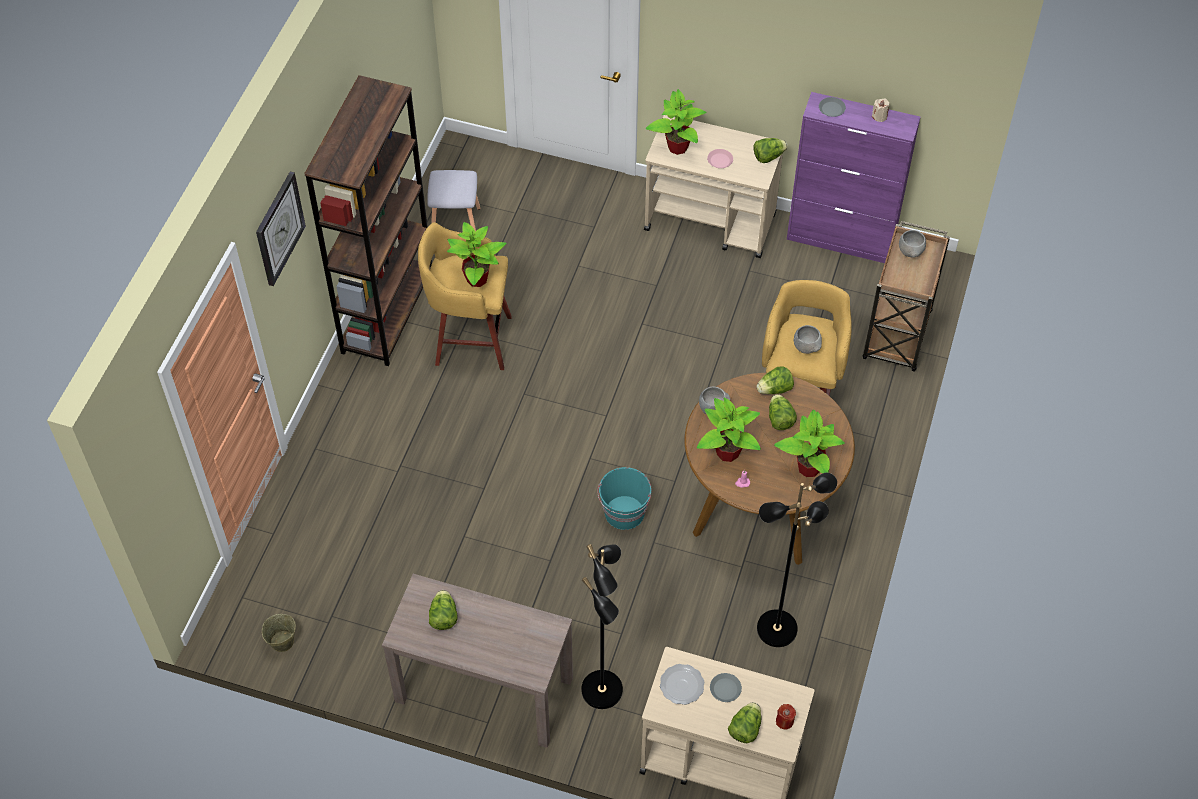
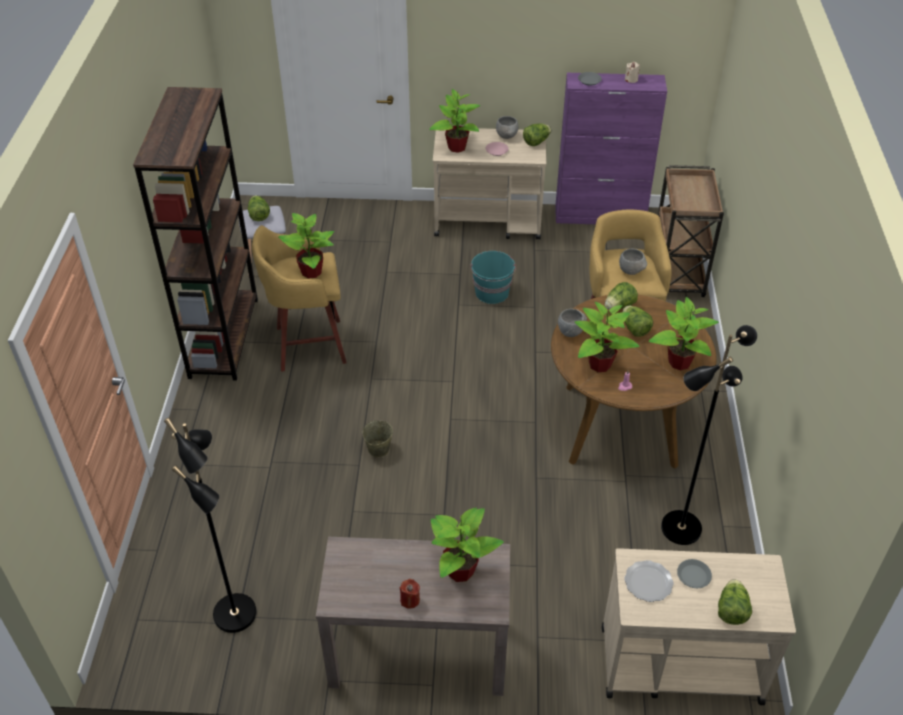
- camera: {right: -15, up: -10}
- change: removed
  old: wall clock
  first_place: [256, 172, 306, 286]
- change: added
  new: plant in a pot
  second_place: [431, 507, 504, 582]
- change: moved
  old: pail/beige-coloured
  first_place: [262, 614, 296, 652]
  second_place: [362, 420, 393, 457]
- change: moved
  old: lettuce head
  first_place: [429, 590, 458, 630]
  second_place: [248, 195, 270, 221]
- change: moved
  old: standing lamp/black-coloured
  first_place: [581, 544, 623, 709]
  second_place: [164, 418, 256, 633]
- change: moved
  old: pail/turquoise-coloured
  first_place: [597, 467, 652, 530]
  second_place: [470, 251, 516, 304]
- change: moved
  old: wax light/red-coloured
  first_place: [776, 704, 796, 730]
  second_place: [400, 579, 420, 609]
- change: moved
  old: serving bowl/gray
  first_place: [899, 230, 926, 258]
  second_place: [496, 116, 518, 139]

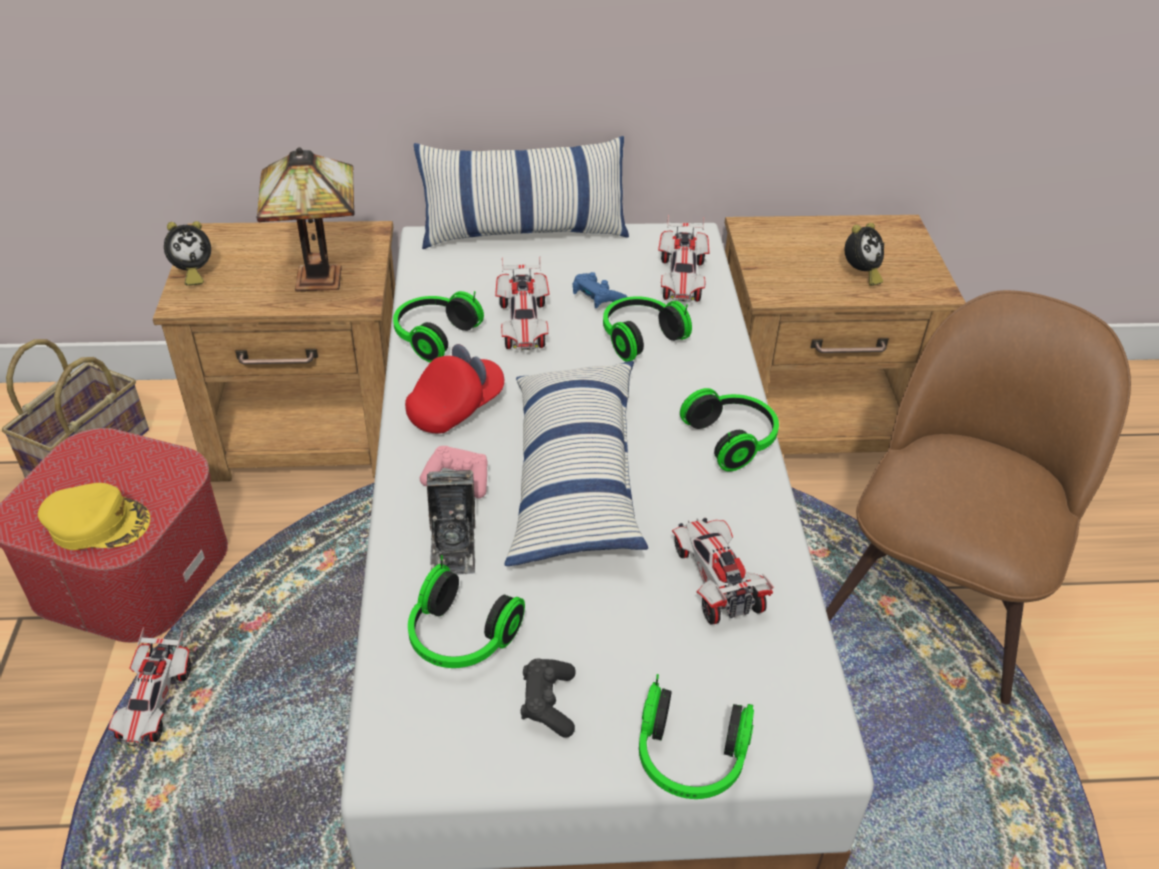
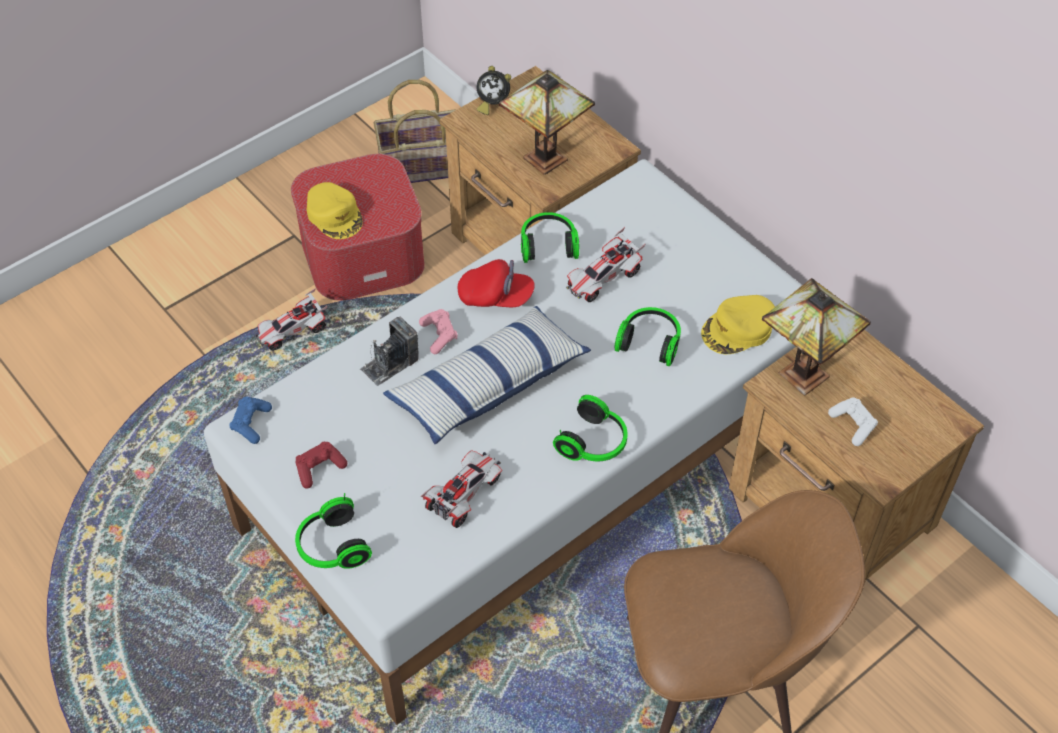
- camera: {right: 55, up: 10}
- change: removed
  old: headset
  first_place: [408, 555, 525, 668]
- change: removed
  old: pillow
  first_place: [414, 136, 629, 249]
- change: added
  new: tabletop lamp
  second_place: [762, 278, 871, 395]
- change: moved
  old: game controller/blue
  first_place: [572, 272, 627, 308]
  second_place: [229, 397, 272, 444]
- change: replaced
  old: model car
  new: peaked cap/yellow-coloured
  first_place: [658, 215, 709, 302]
  second_place: [701, 295, 775, 354]
- change: replaced
  old: table clock
  new: game controller/whitish
  first_place: [844, 223, 884, 286]
  second_place: [828, 397, 878, 446]
- change: recoloured
  old: game controller/black-coloured
  new: game controller/red-coloured
  first_place: [521, 658, 576, 738]
  second_place: [296, 442, 347, 489]

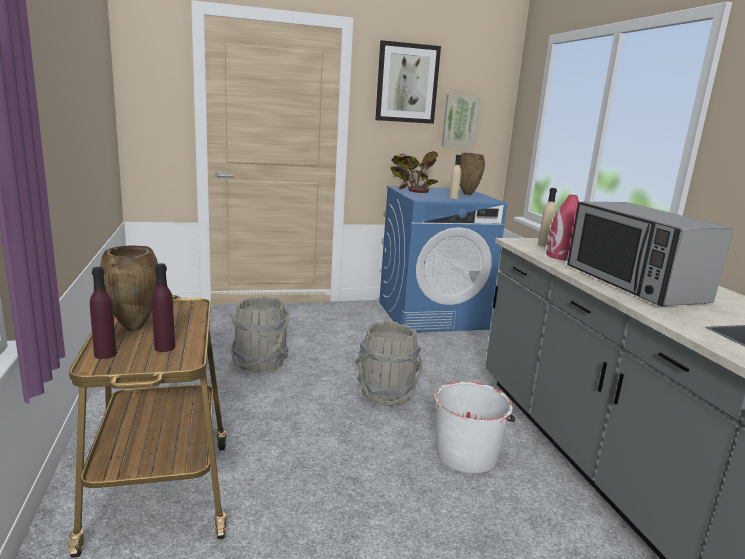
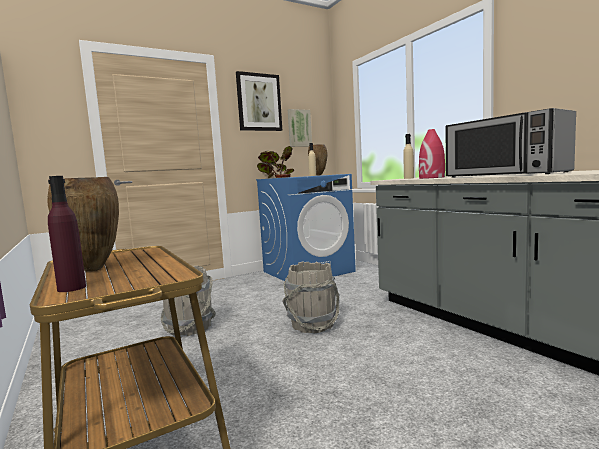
- camera: {right: -15, up: -10}
- change: removed
  old: drink bottle/purple-coloured
  first_place: [152, 263, 175, 352]
- change: removed
  old: pail/whitish
  first_place: [435, 381, 515, 474]

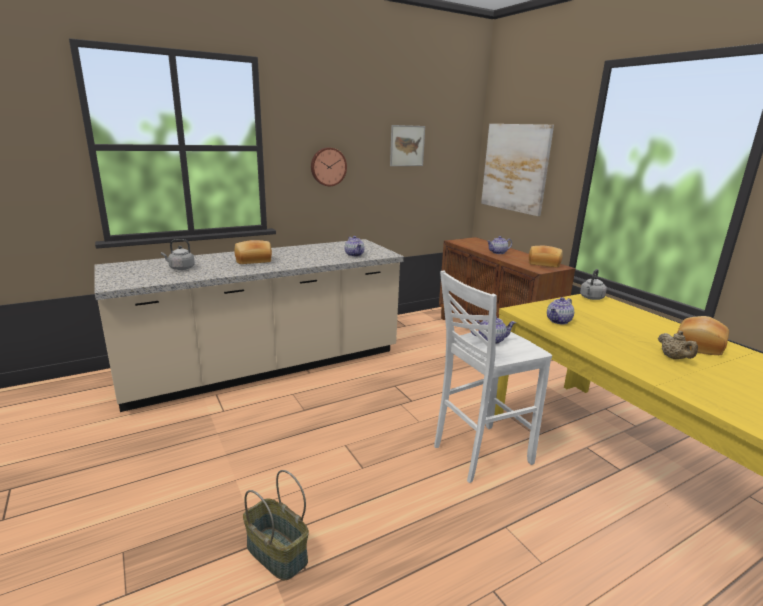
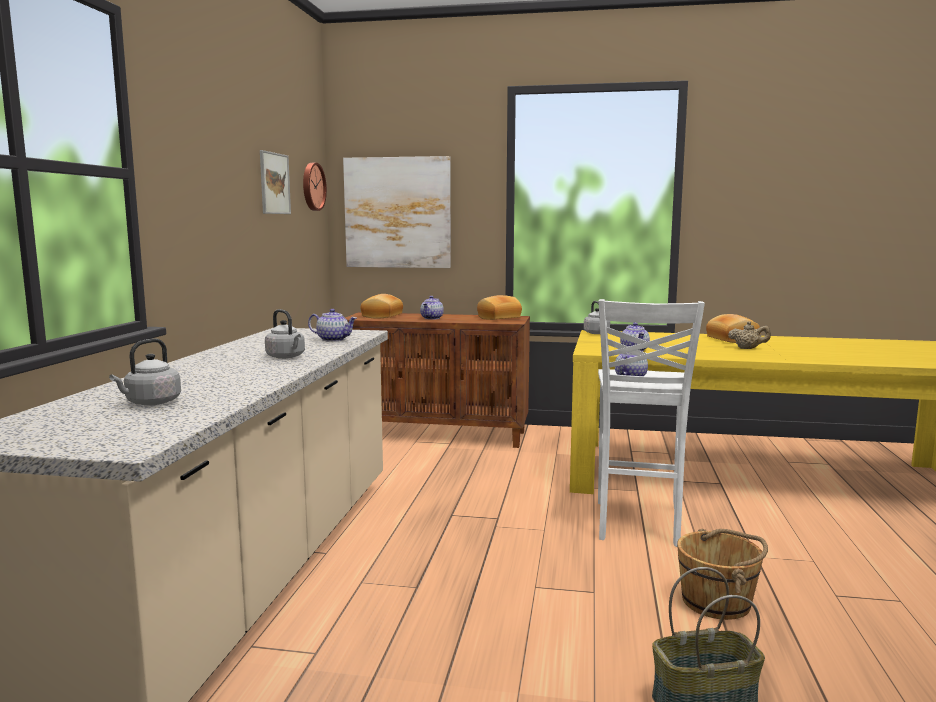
- camera: {right: -50, up: -10}
- change: added
  new: water kettle/gray
  second_place: [265, 309, 305, 359]
- change: added
  new: pail/brown-coloured
  second_place: [677, 528, 768, 620]
- change: moved
  old: baked bread
  first_place: [235, 240, 272, 264]
  second_place: [360, 294, 403, 319]
- change: moved
  old: wall clock
  first_place: [311, 147, 347, 186]
  second_place: [303, 163, 327, 211]

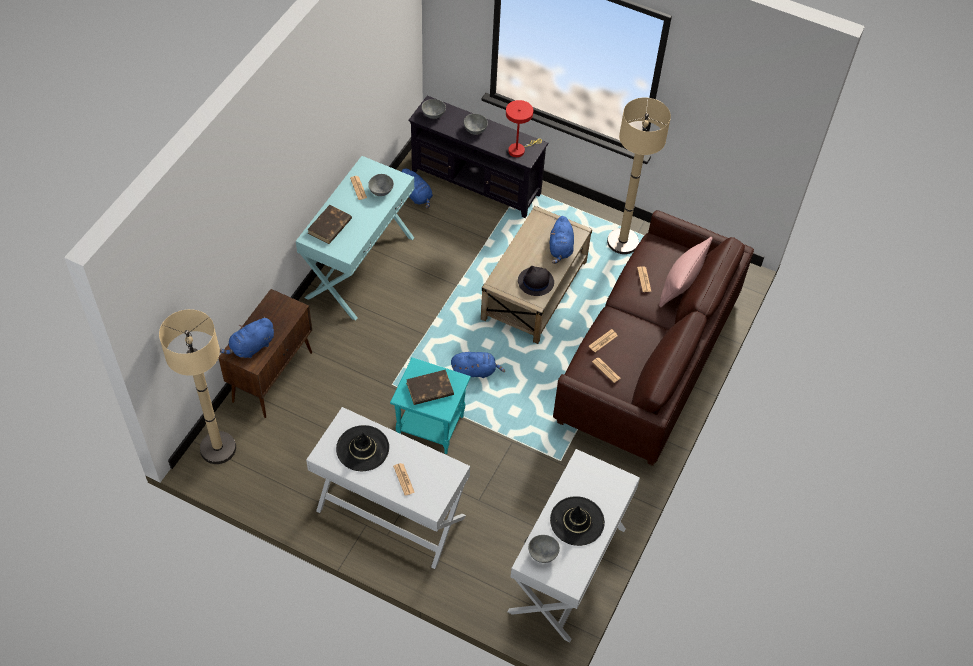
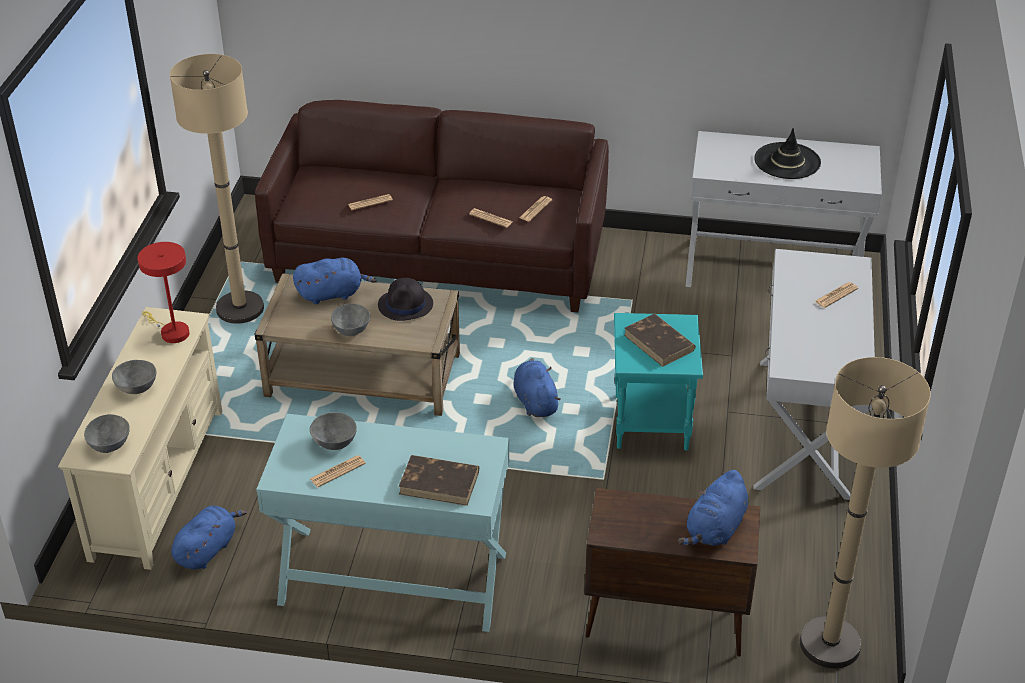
- camera: {right: -105, up: -15}
- change: removed
  old: hat/black-coloured
  first_place: [336, 425, 389, 471]
- change: removed
  old: pillow/pink
  first_place: [659, 237, 713, 307]
- change: moved
  old: serving bowl/gray
  first_place: [528, 535, 560, 563]
  second_place: [331, 304, 370, 336]
- change: recoloured
  old: tv unit/black-coloured
  new: tv unit/beige-coloured
  first_place: [408, 96, 549, 218]
  second_place: [58, 307, 222, 570]
- change: turned
  old: plush toy/blue
  first_place: [220, 317, 274, 358]
  second_place: [678, 470, 748, 546]
  degrees: 90

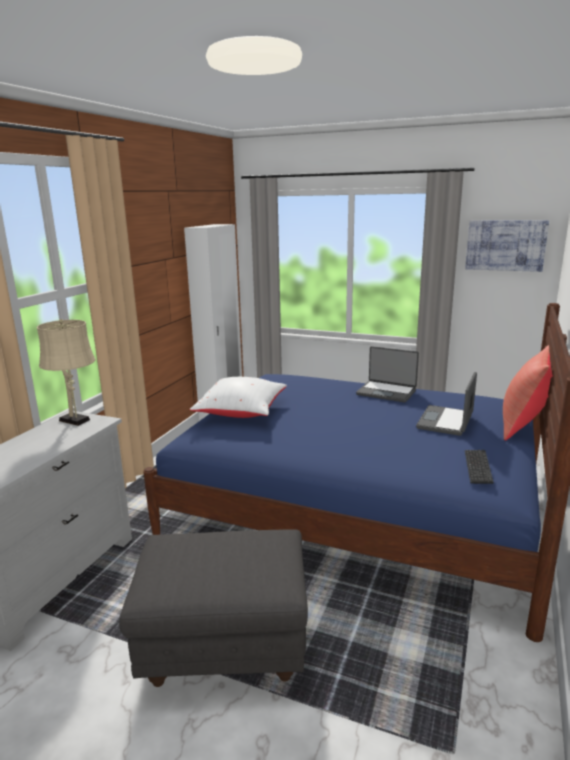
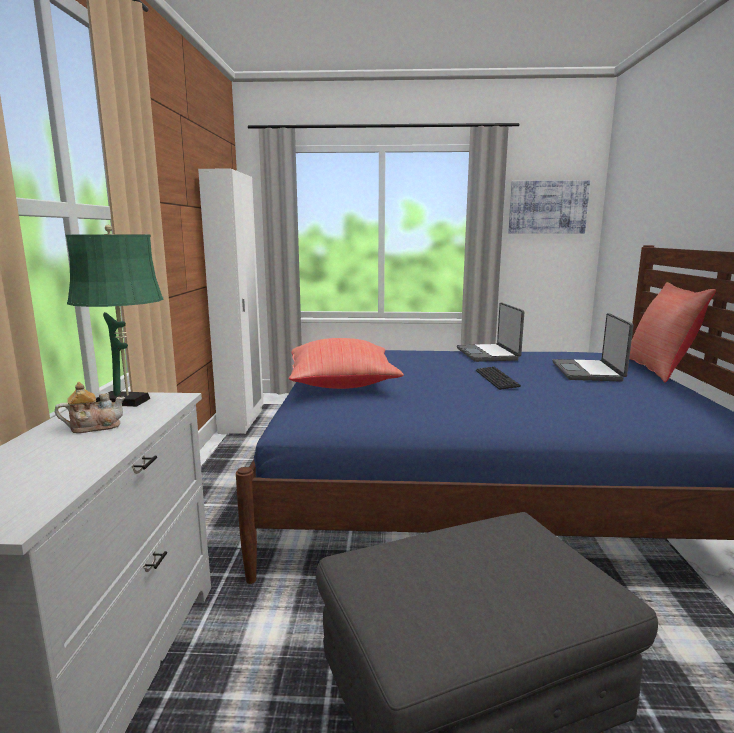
- camera: {right: -20, up: -5}
- change: added
  new: teapot
  second_place: [55, 382, 125, 433]
- change: moved
  old: computer keyboard
  first_place: [465, 450, 494, 484]
  second_place: [476, 366, 521, 390]
- change: recoloured
  old: tabletop lamp/beige-coloured
  new: tabletop lamp/green
  first_place: [37, 319, 96, 426]
  second_place: [65, 225, 164, 407]
- change: recoloured
  old: pillow/whitish
  new: pillow/red-coloured
  first_place: [190, 377, 287, 418]
  second_place: [289, 338, 404, 389]
- change: turned
  old: portable computer
  first_place: [356, 346, 419, 403]
  second_place: [457, 302, 524, 362]
  degrees: 75

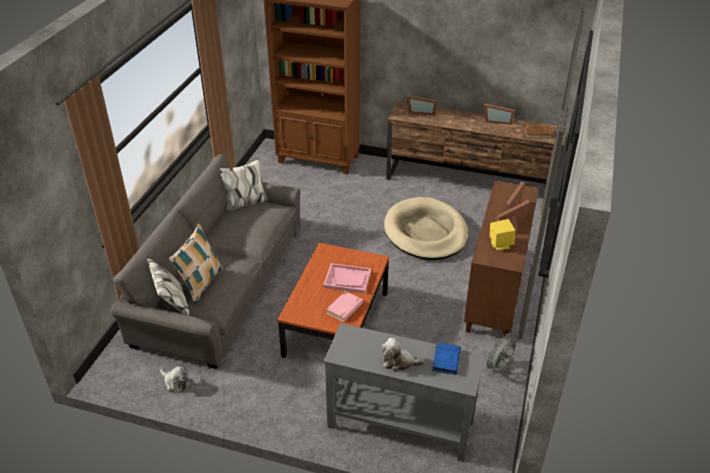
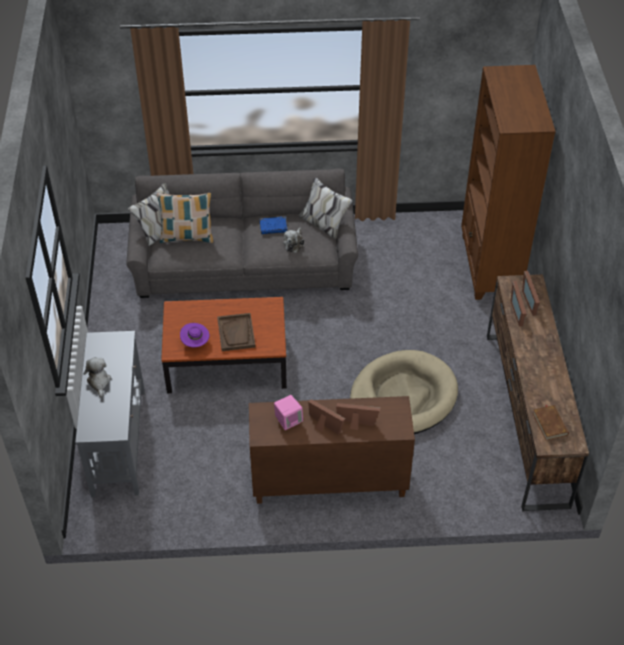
- camera: {right: 70, up: 10}
- change: removed
  old: cooling fan/gray
  first_place: [483, 332, 516, 373]
- change: moved
  old: plush toy
  first_place: [160, 366, 190, 392]
  second_place: [283, 228, 304, 253]
- change: moved
  old: volume/blue
  first_place: [432, 342, 461, 375]
  second_place: [260, 217, 287, 234]
- change: moved
  old: picture frame
  first_place: [484, 103, 515, 125]
  second_place: [511, 281, 527, 327]
- change: replaced
  old: volume/pink
  new: hat/purple-coloured
  first_place: [327, 291, 363, 322]
  second_place: [180, 323, 209, 347]
- change: recoloured
  old: serving tray/pink
  new: serving tray/brown-coloured
  first_place: [323, 263, 371, 294]
  second_place: [217, 313, 256, 351]
- change: recoloured
  old: audio speaker/yellow-coloured
  new: audio speaker/pink
  first_place: [490, 219, 515, 250]
  second_place: [274, 395, 303, 430]

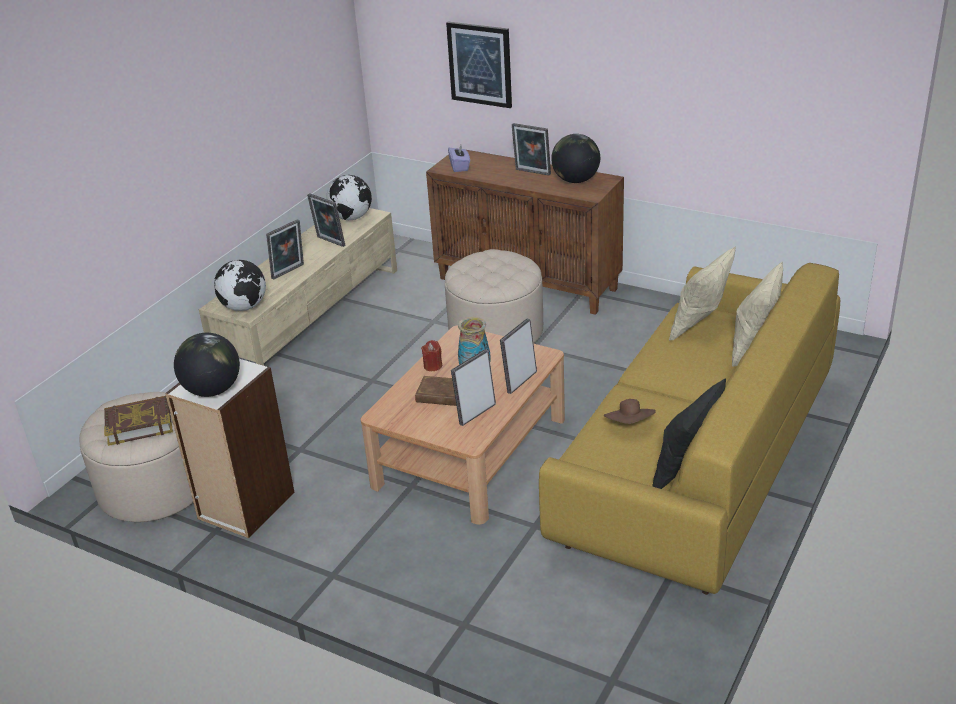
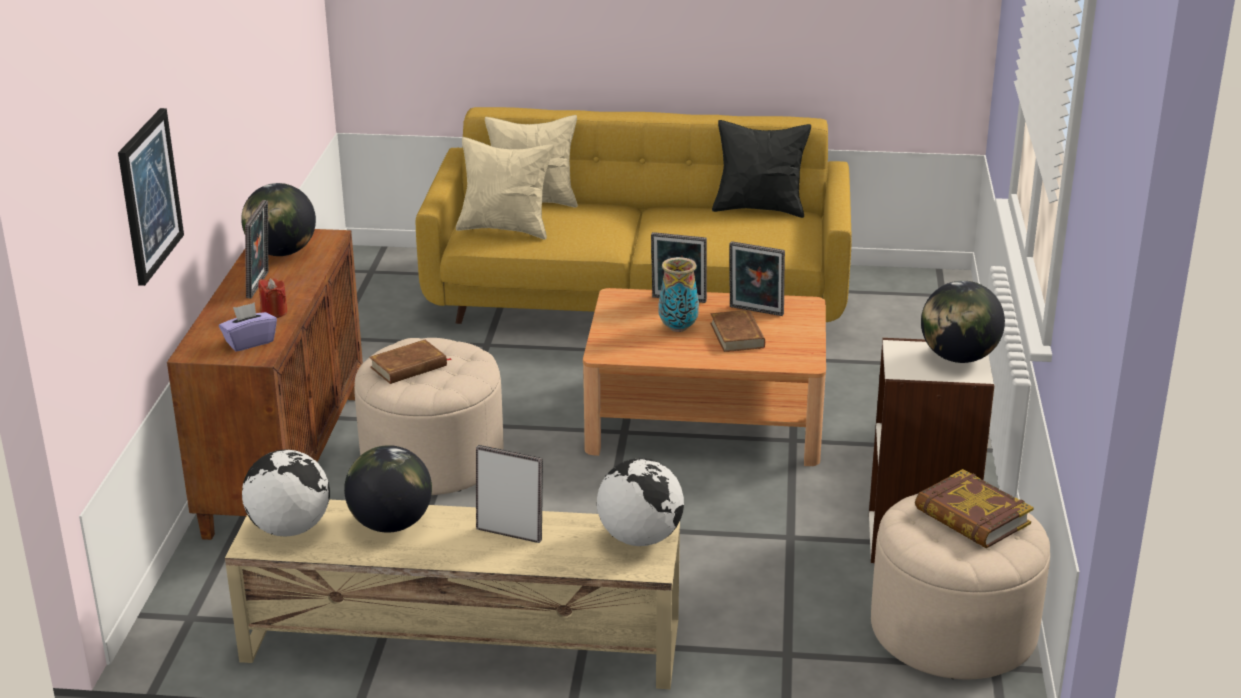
- camera: {right: -115, up: -5}
- change: removed
  old: hat/brown-coloured
  first_place: [604, 399, 656, 424]
- change: added
  new: volume/brown-coloured
  second_place: [369, 340, 452, 384]
- change: moved
  old: wax light/red-coloured
  first_place: [421, 340, 442, 371]
  second_place: [258, 278, 287, 318]
- change: replaced
  old: picture frame
  new: globe
  first_place: [307, 193, 345, 247]
  second_place: [344, 445, 432, 533]

